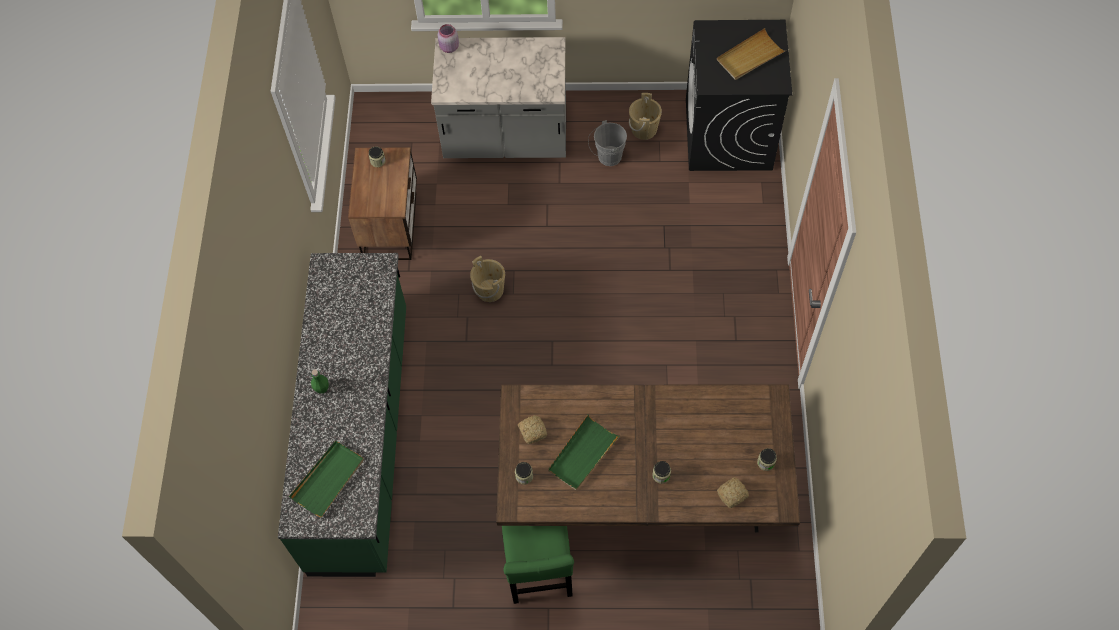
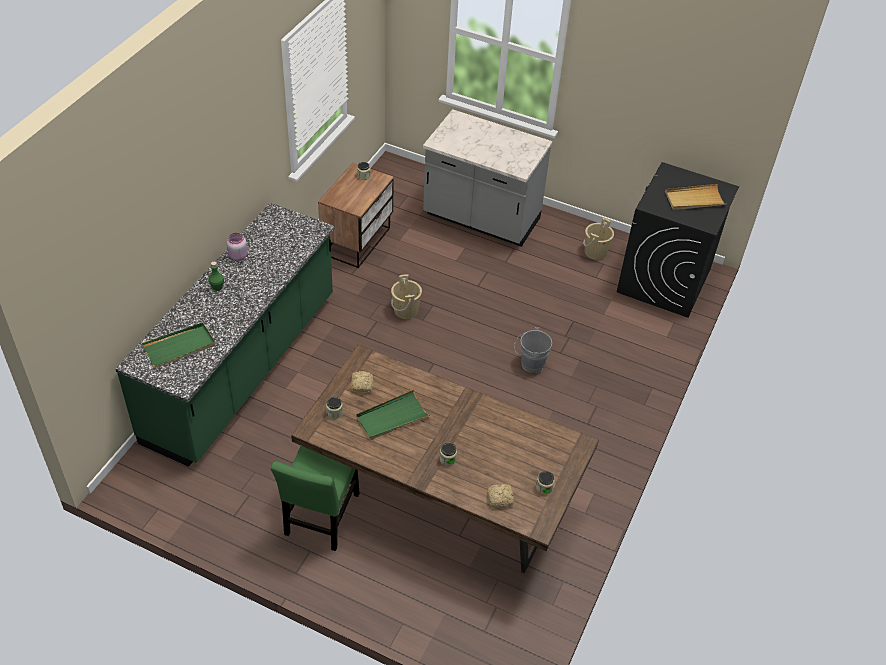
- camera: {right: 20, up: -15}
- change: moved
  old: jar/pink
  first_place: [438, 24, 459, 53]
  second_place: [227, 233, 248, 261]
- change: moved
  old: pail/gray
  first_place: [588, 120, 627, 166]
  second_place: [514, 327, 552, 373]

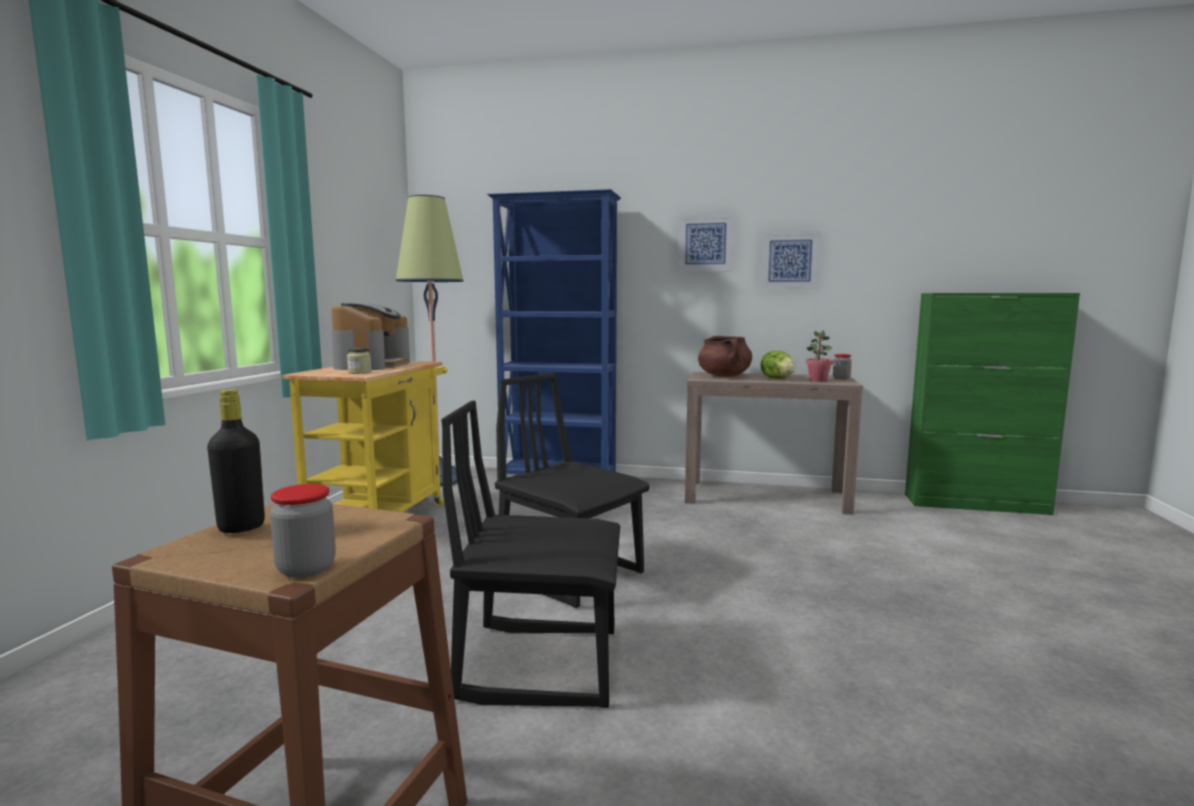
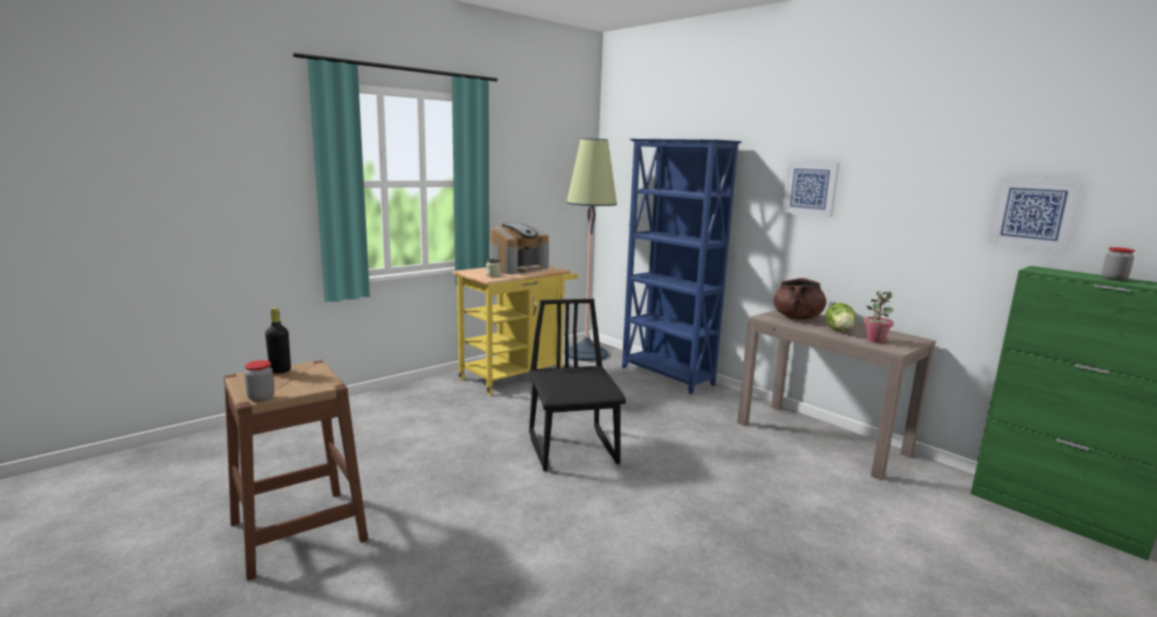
- camera: {right: 35, up: 5}
- change: removed
  old: chair/black-coloured
  first_place: [441, 400, 620, 708]
- change: moved
  old: wall picture
  first_place: [760, 231, 821, 289]
  second_place: [988, 177, 1083, 251]
- change: moved
  old: jar
  first_place: [833, 354, 852, 380]
  second_place: [1102, 247, 1135, 281]

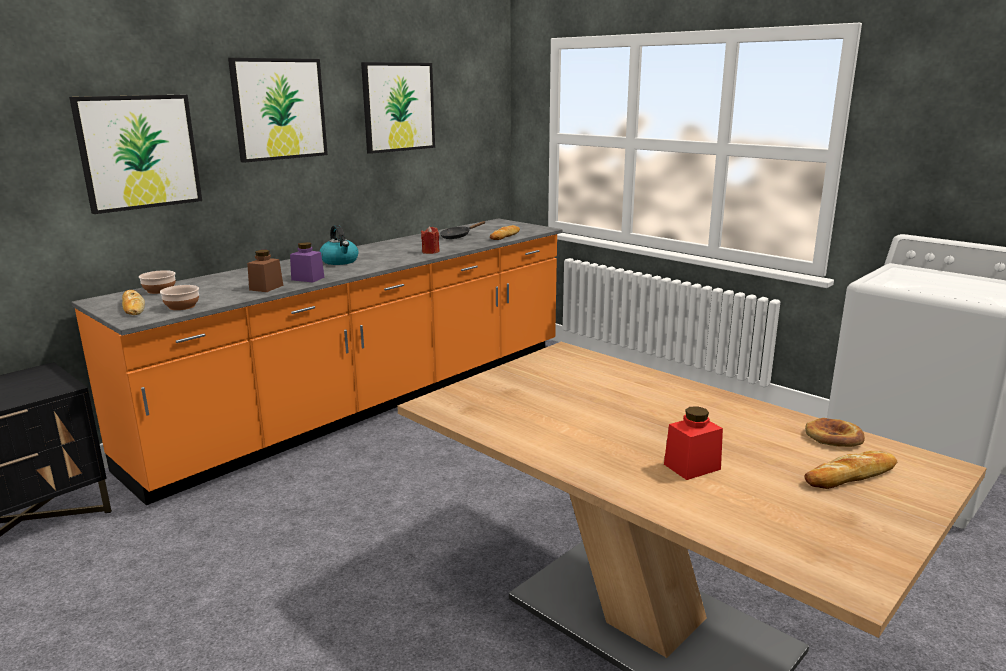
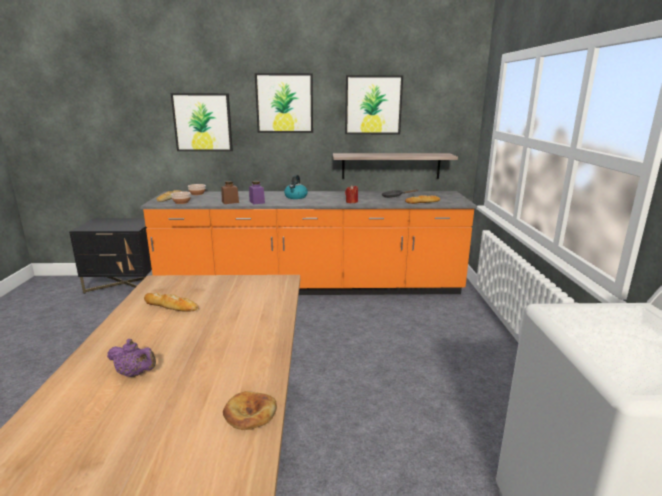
- camera: {right: 45, up: 0}
- change: added
  new: shelf
  second_place: [333, 153, 458, 179]
- change: moved
  old: baked bread
  first_place: [805, 450, 897, 489]
  second_place: [144, 292, 199, 312]
- change: replaced
  old: jar/red-coloured
  new: teapot/purple-coloured
  first_place: [664, 406, 723, 480]
  second_place: [107, 339, 156, 377]

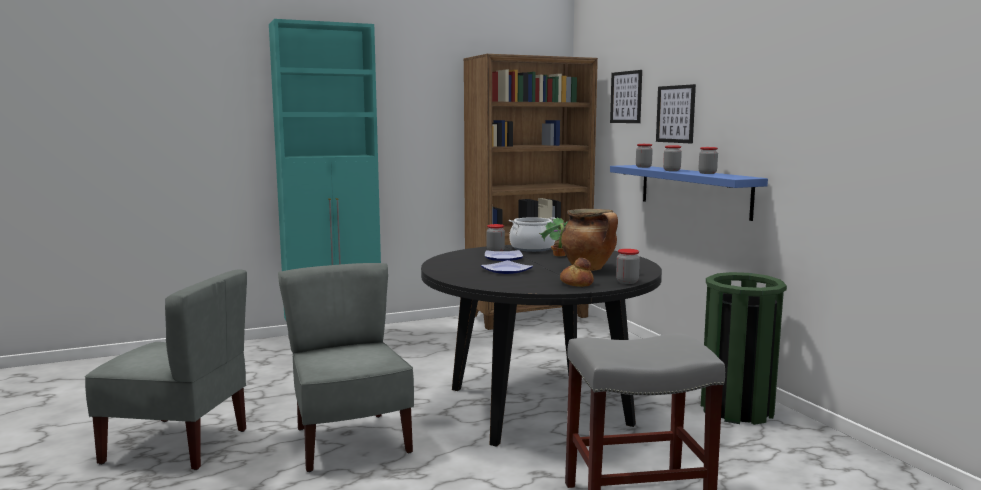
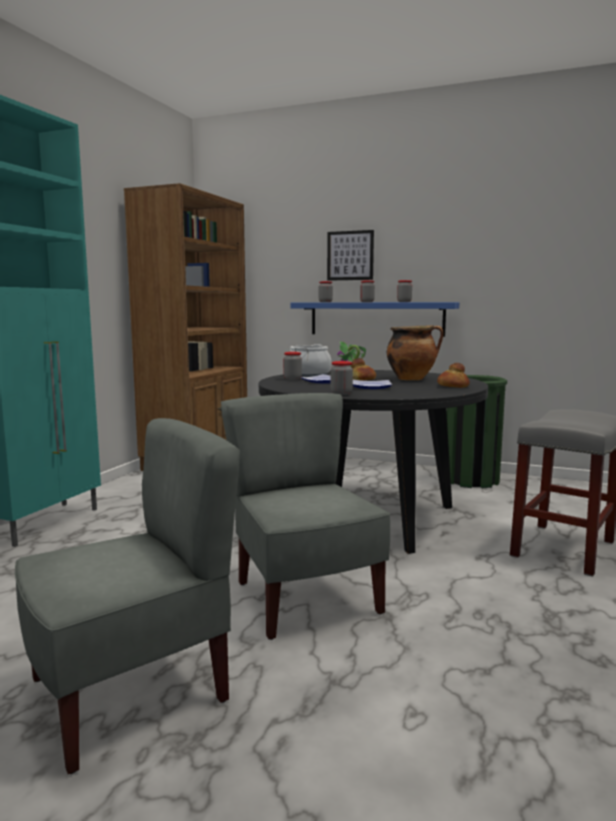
- camera: {right: -45, up: 0}
- change: removed
  old: wall picture
  first_place: [610, 70, 642, 123]
- change: added
  new: baked bread
  second_place: [351, 358, 376, 380]
- change: moved
  old: jar
  first_place: [616, 249, 640, 284]
  second_place: [331, 361, 353, 395]
- change: turned
  old: chair/gray
  first_place: [278, 263, 414, 472]
  second_place: [221, 393, 390, 640]
  degrees: 45

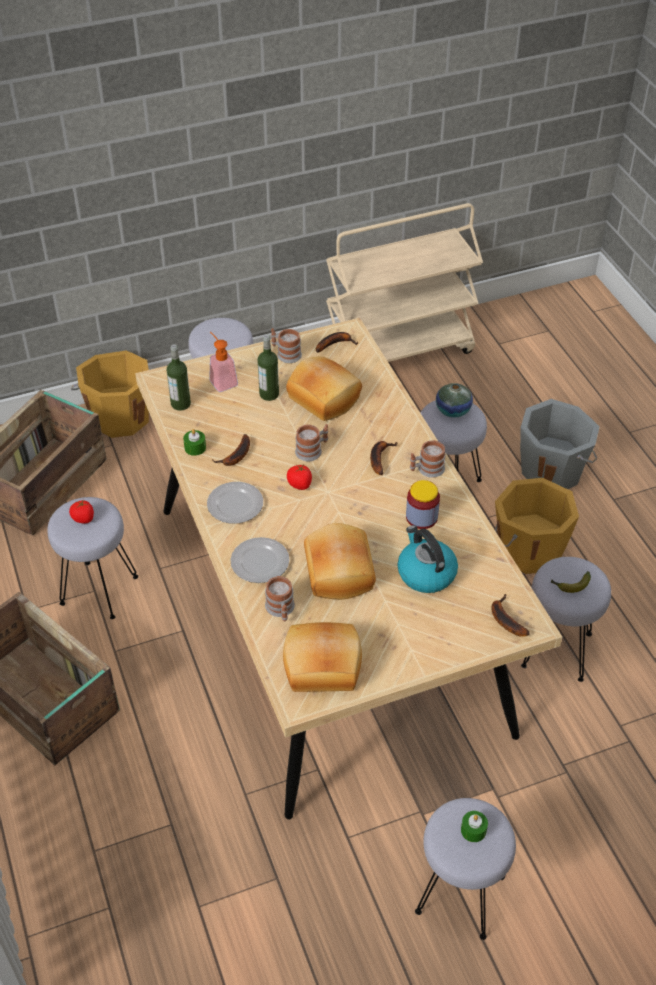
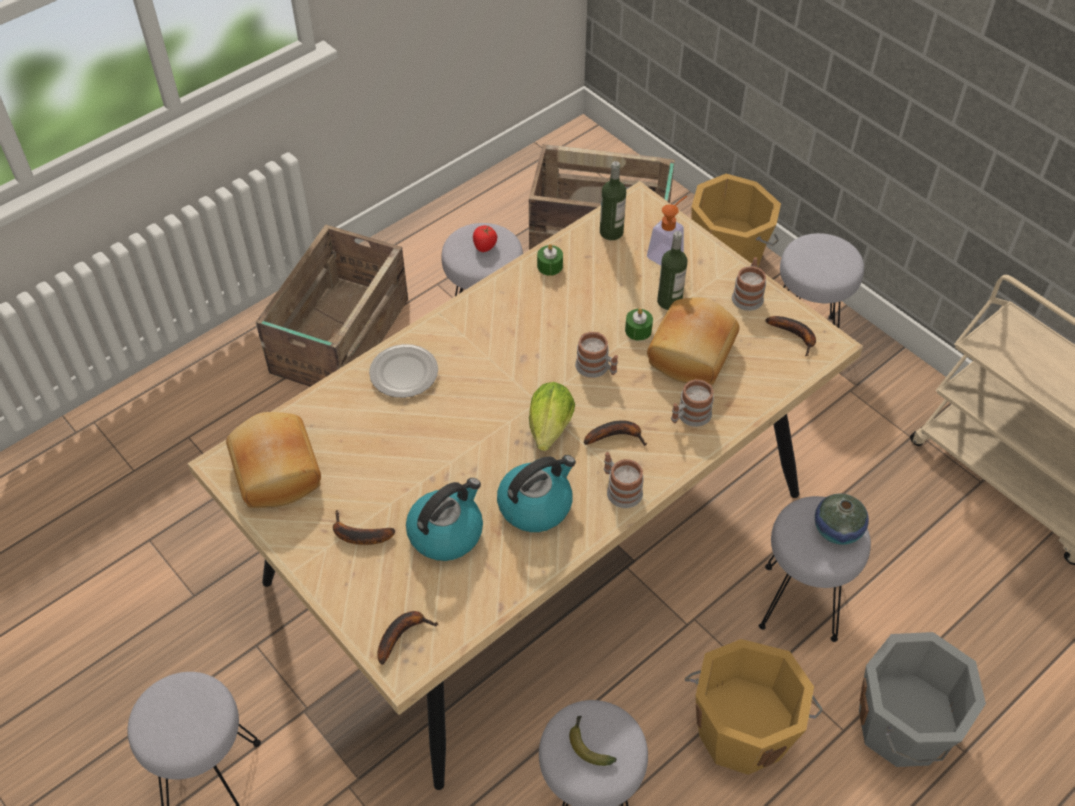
- camera: {right: 70, up: 5}
- change: removed
  old: dinner plate
  first_place: [207, 482, 263, 524]
- change: removed
  old: tomato
  first_place: [287, 464, 312, 490]
- change: removed
  old: baked bread
  first_place: [304, 523, 376, 600]
- change: added
  new: lettuce head
  second_place: [529, 382, 575, 451]
- change: moved
  old: whole banana
  first_place: [212, 434, 250, 466]
  second_place: [333, 510, 395, 545]
- change: moved
  old: coffee mug
  first_place: [265, 576, 295, 621]
  second_place: [671, 379, 714, 427]
- change: moved
  old: wax light/green
  first_place: [461, 811, 488, 842]
  second_place: [625, 308, 653, 341]
- change: replaced
  old: jar
  new: water kettle
  first_place: [406, 480, 440, 529]
  second_place: [497, 455, 576, 532]

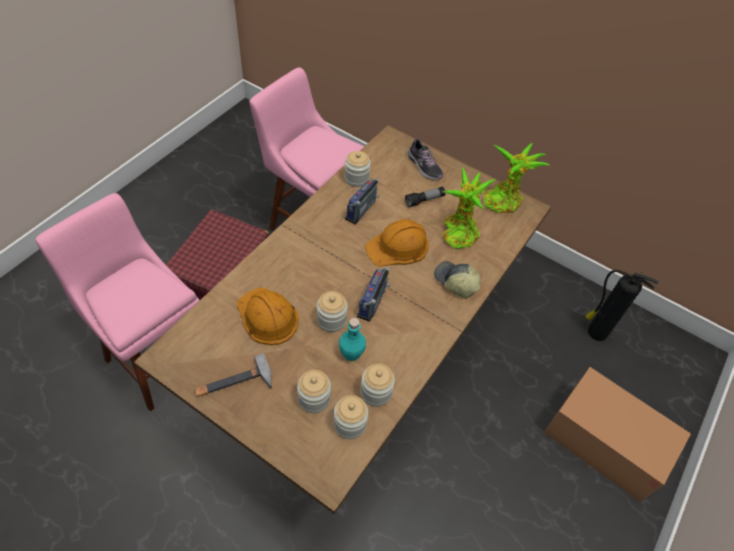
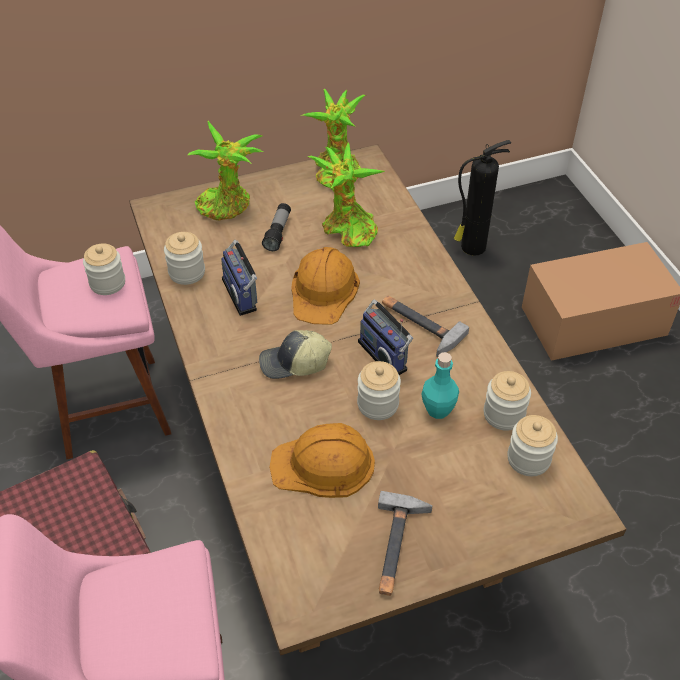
- camera: {right: -50, up: -5}
- change: added
  new: hammer
  second_place: [382, 295, 469, 357]
- change: moved
  old: jar
  first_place: [297, 370, 331, 413]
  second_place: [83, 244, 125, 295]
- change: moved
  old: peaked cap
  first_place: [434, 261, 481, 299]
  second_place: [259, 330, 332, 379]
- change: replaced
  old: low shoe
  new: plant in a pot
  first_place: [408, 137, 443, 180]
  second_place: [188, 121, 263, 220]

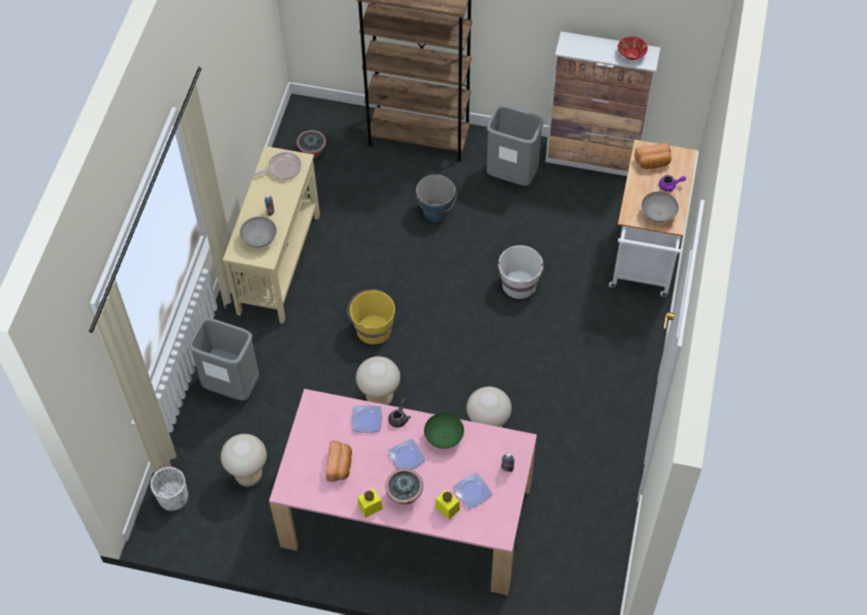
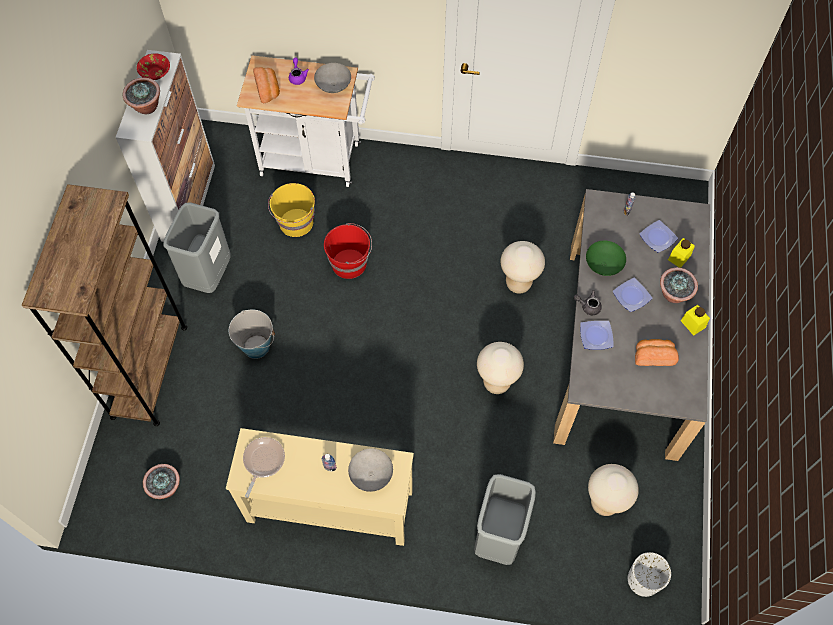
- camera: {right: -95, up: 5}
- change: added
  new: plant in a pot
  second_place: [122, 78, 160, 114]
- change: moved
  old: pail/yellow-coloured
  first_place: [347, 289, 395, 344]
  second_place: [268, 183, 315, 237]
- change: recoloured
  old: dining table/pink
  new: dining table/gray
  first_place: [269, 389, 537, 595]
  second_place: [553, 189, 710, 461]
- change: recoloured
  old: pail/whitish
  new: pail/red-coloured
  first_place: [498, 245, 544, 299]
  second_place: [324, 223, 372, 279]
- change: turned
  old: frying pan
  first_place: [251, 152, 302, 180]
  second_place: [243, 437, 285, 498]
  degrees: 45

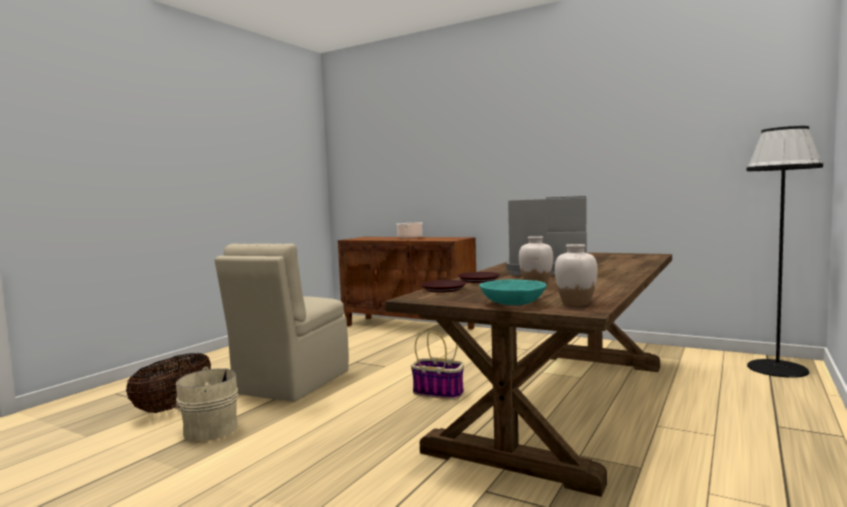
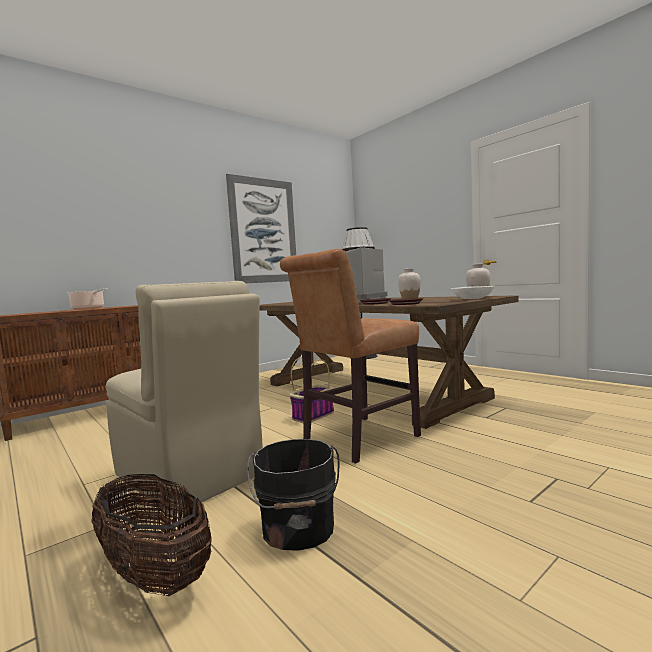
- camera: {right: -70, up: 0}
- change: added
  new: wall picture
  second_place: [226, 174, 296, 283]
- change: added
  new: chair/brown-coloured
  second_place: [280, 249, 421, 464]
- change: recoloured
  old: pail/beige-coloured
  new: pail/black-coloured
  first_place: [176, 367, 238, 441]
  second_place: [247, 439, 340, 551]
- change: recoloured
  old: serving bowl/turquoise-coloured
  new: serving bowl/whitish
  first_place: [479, 279, 547, 305]
  second_place: [451, 286, 494, 299]

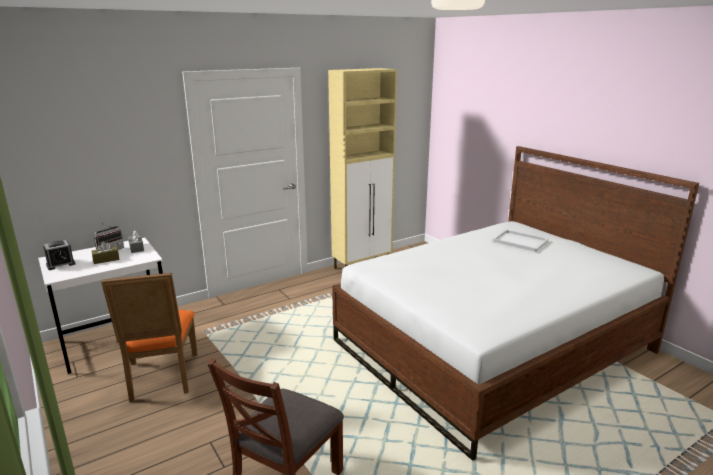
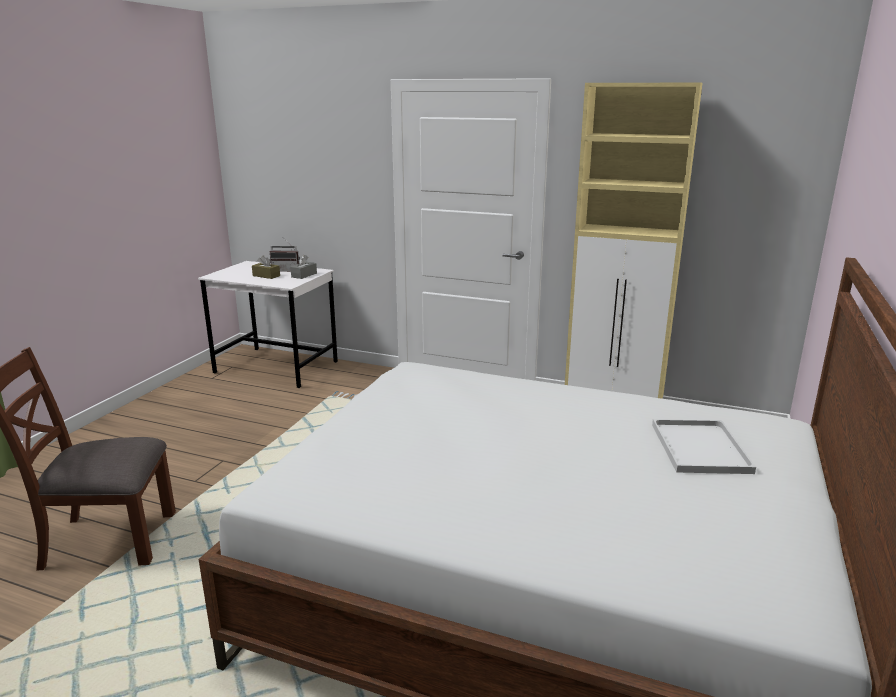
- camera: {right: 55, up: 0}
- change: removed
  old: table clock
  first_place: [43, 240, 75, 270]
- change: removed
  old: chair/orange-coloured
  first_place: [101, 273, 197, 402]

